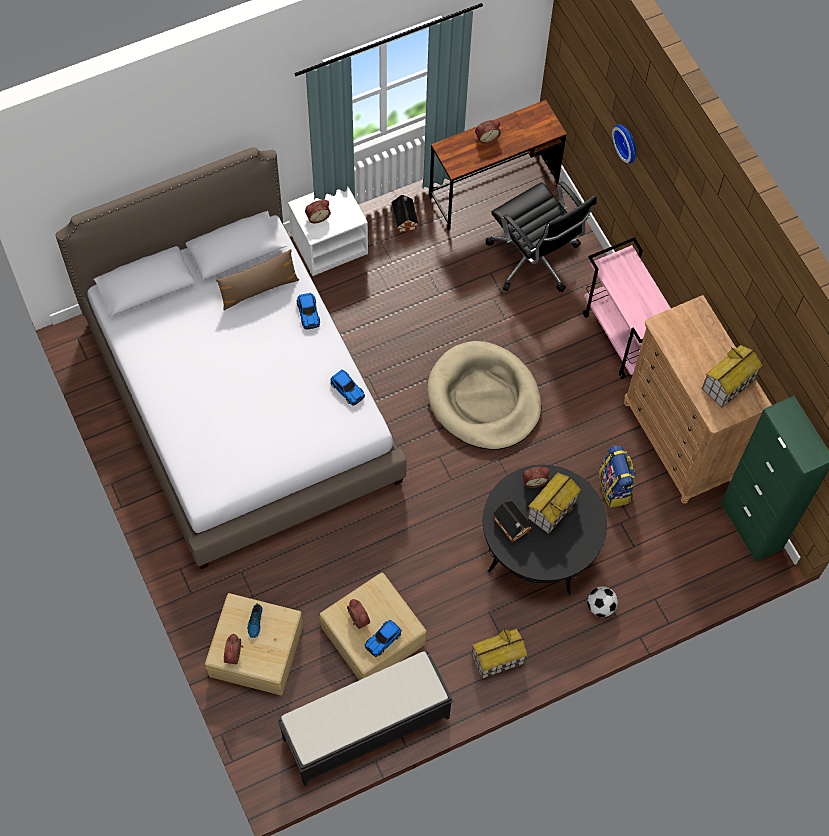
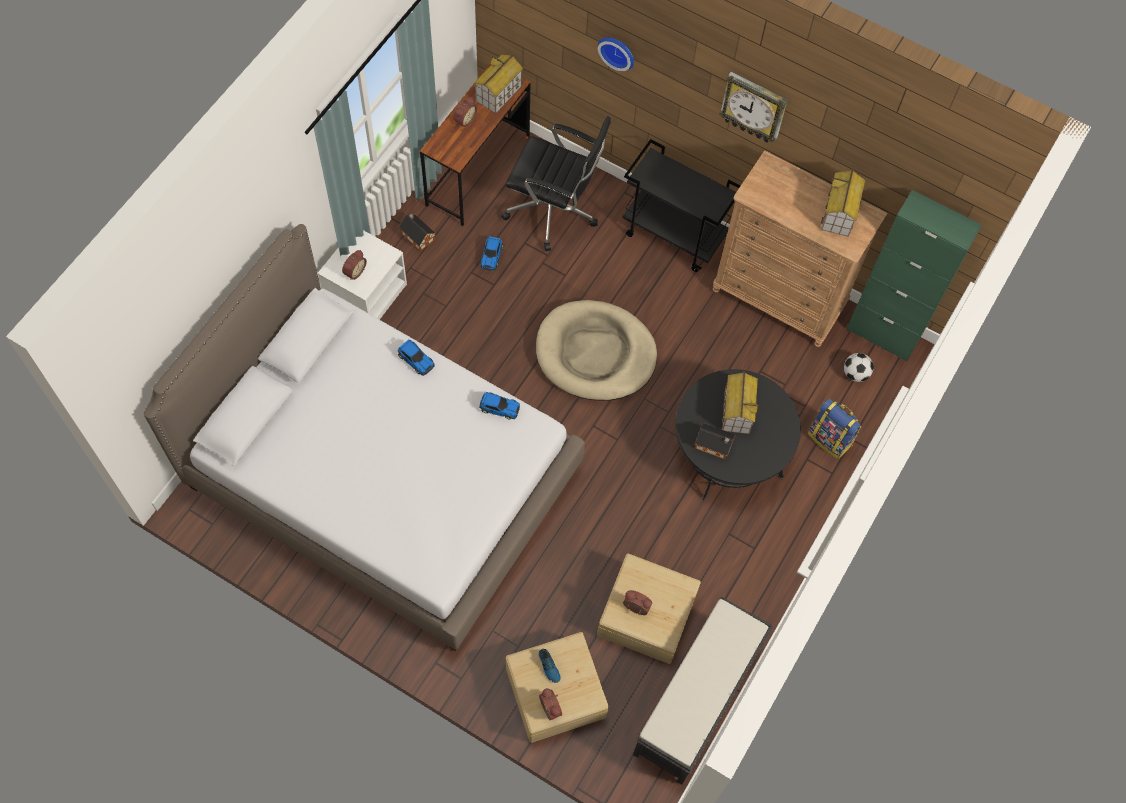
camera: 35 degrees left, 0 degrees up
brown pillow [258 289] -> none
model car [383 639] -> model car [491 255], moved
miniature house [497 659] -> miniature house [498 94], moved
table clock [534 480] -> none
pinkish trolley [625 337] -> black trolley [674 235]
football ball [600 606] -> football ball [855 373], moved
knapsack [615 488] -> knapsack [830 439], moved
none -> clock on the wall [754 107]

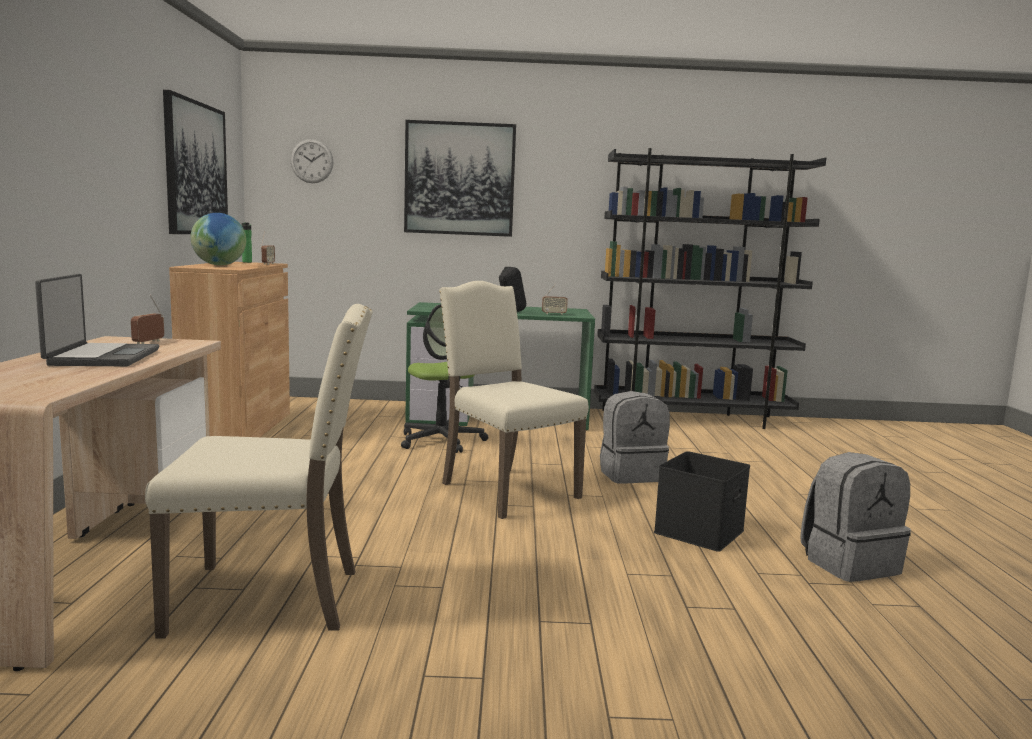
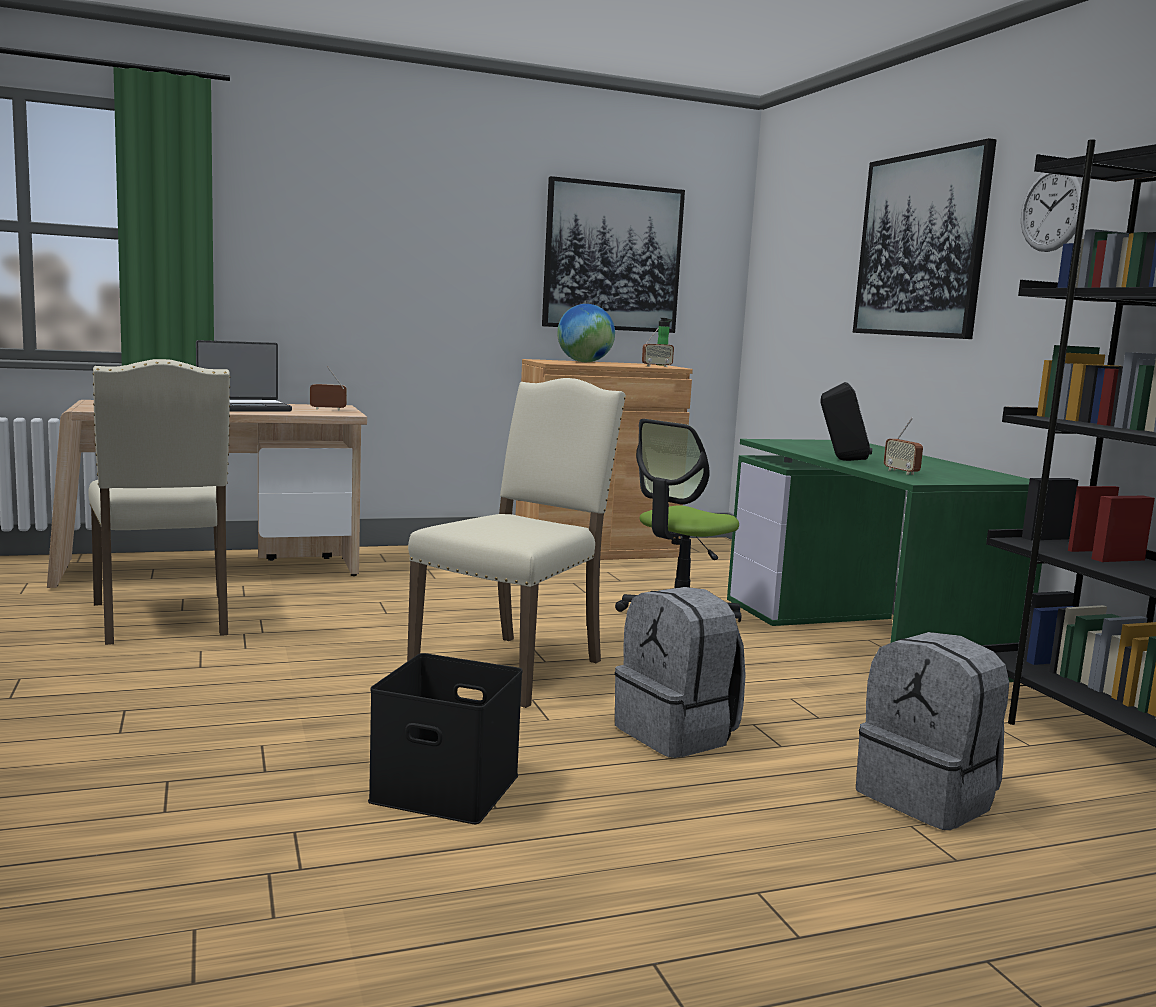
camera: 70 degrees right, 0 degrees up
clock on the wall [312 161] -> clock on the wall [1052 209], moved
greyish knapsack [849 563] -> greyish knapsack [928 798], moved

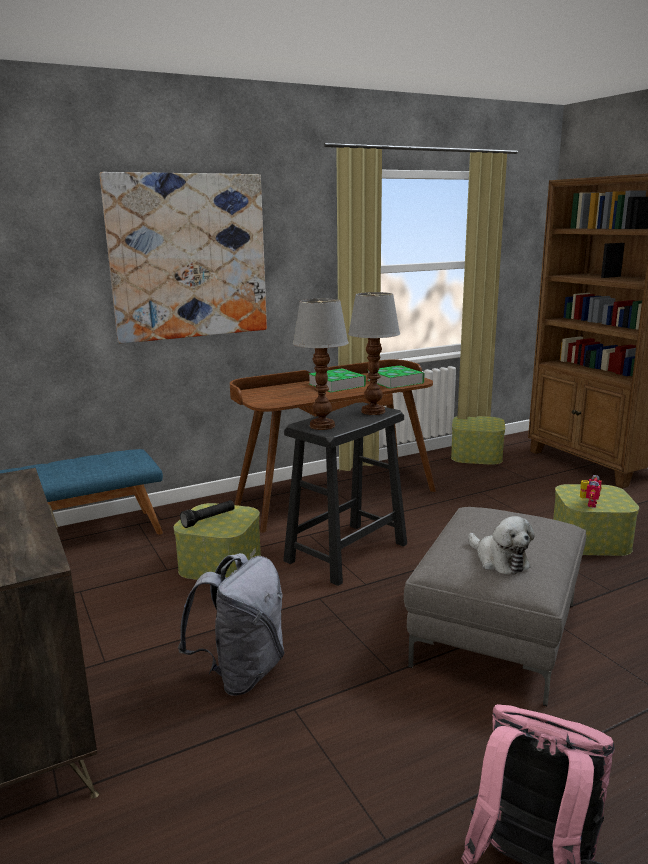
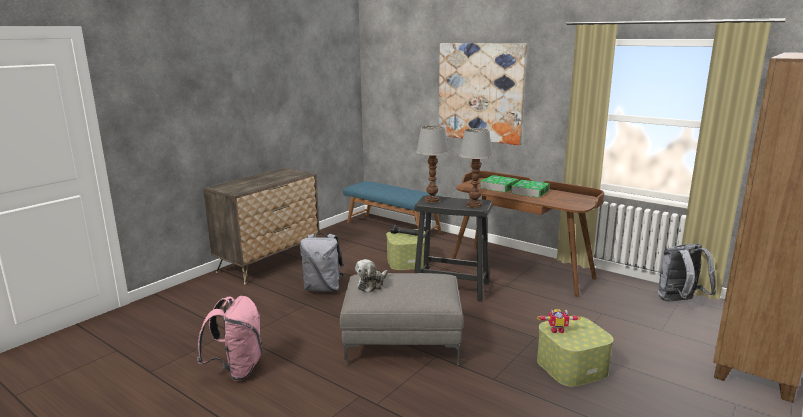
camera: 65 degrees right, 0 degrees up
bound book [395 381] -> bound book [499 187], moved
storage bin [476 455] -> greyish knapsack [680 301]

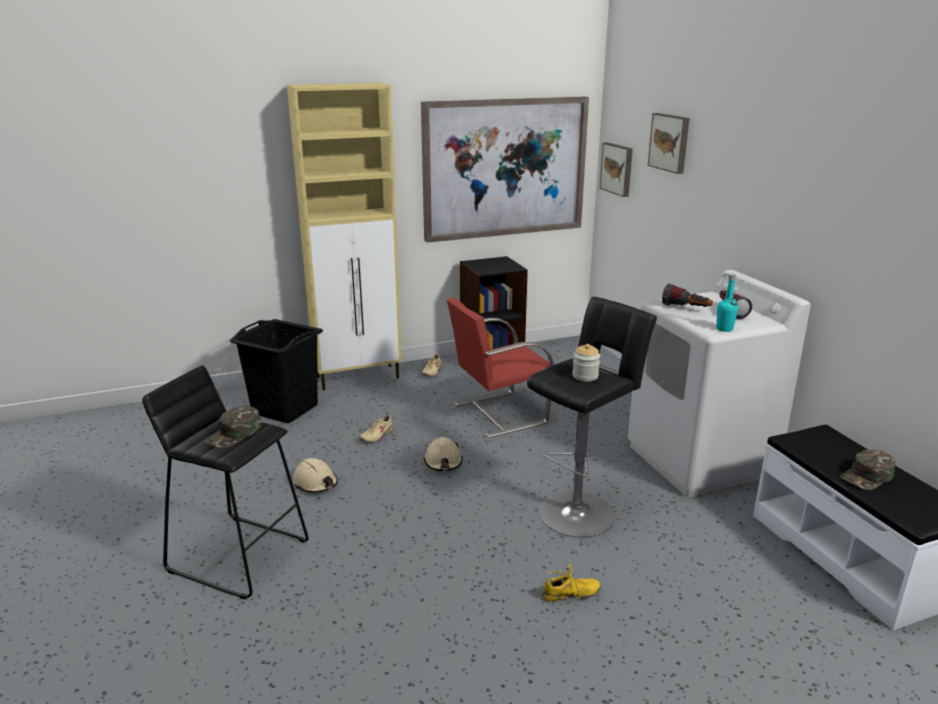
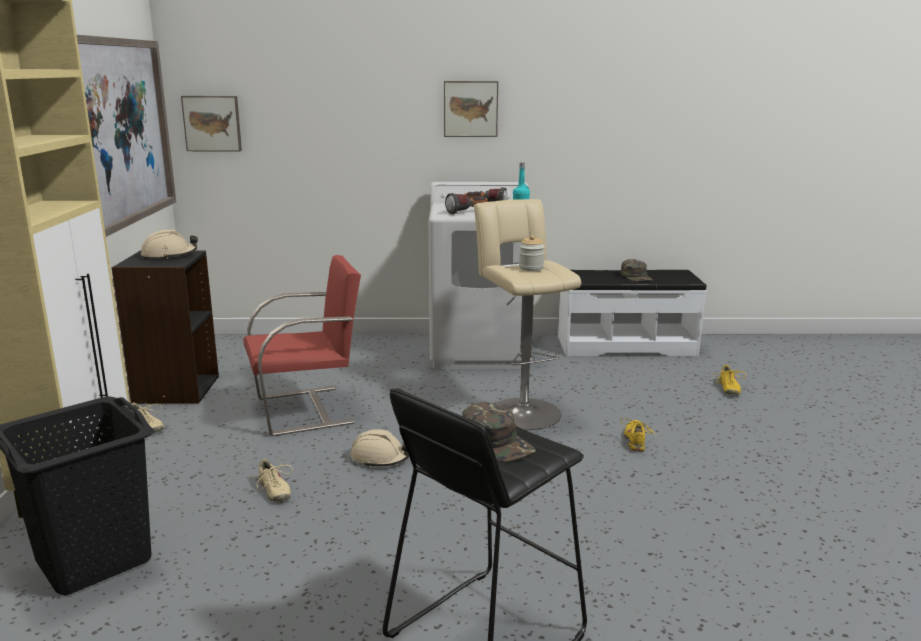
camera: 70 degrees left, 5 degrees down
beige-coloured work helmet [315 483] -> beige-coloured work helmet [169 256], moved
red-coloured plain chair [498 413] -> red-coloured plain chair [307 410], 105 degrees counterclockwise
black stool seat [580 511] -> beige-coloured stool seat [520 411]
wall art [670 142] -> wall art [470 109], moved
none -> yellow low shoe [728 388]

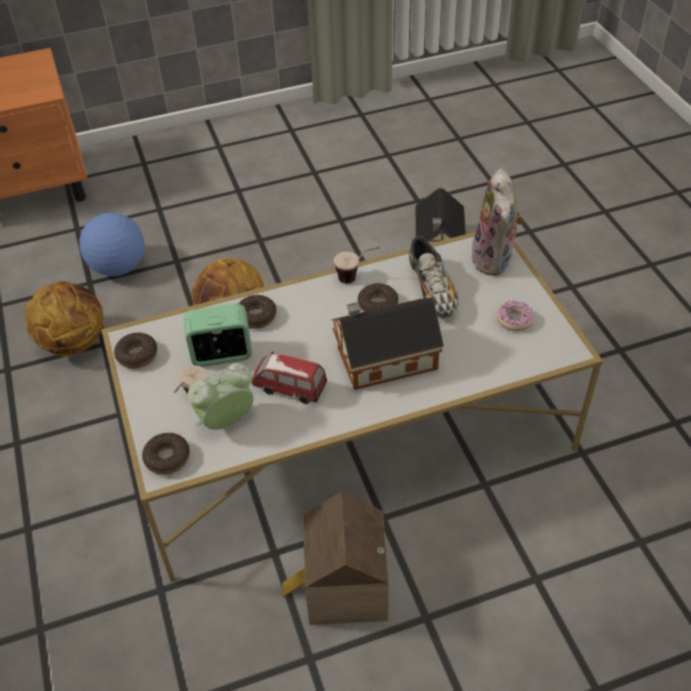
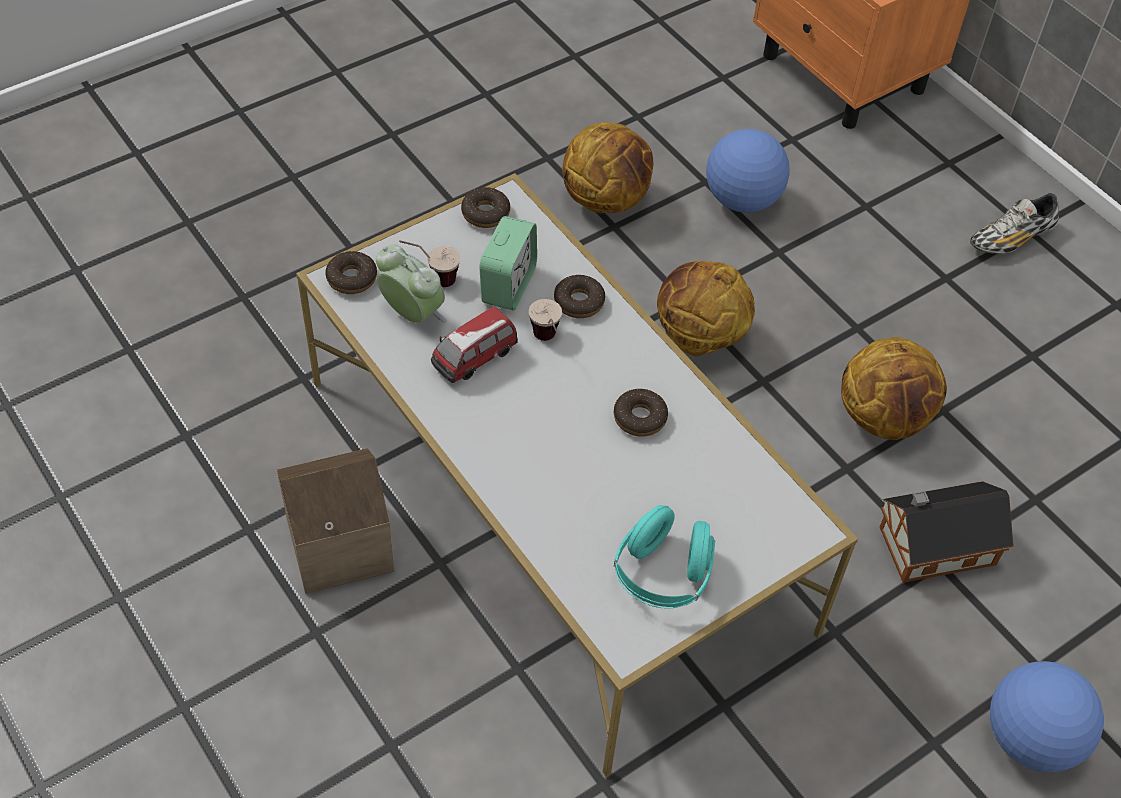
camera: 70 degrees right, 5 degrees up
table clock [222 354] -> table clock [508 286], 45 degrees clockwise
model car [289 388] -> model car [474 359], 135 degrees counterclockwise
miniature house [382 359] -> none
drinking cup [357 278] -> drinking cup [547 343], moved
low shoe [432 291] -> low shoe [1011 239], moved
plush toy [495 260] -> none
ring doughnut [514 320] -> blue-green pair of headphones [663 575]
none -> ball for basketball [884 418]
none -> football ball [1031 739]

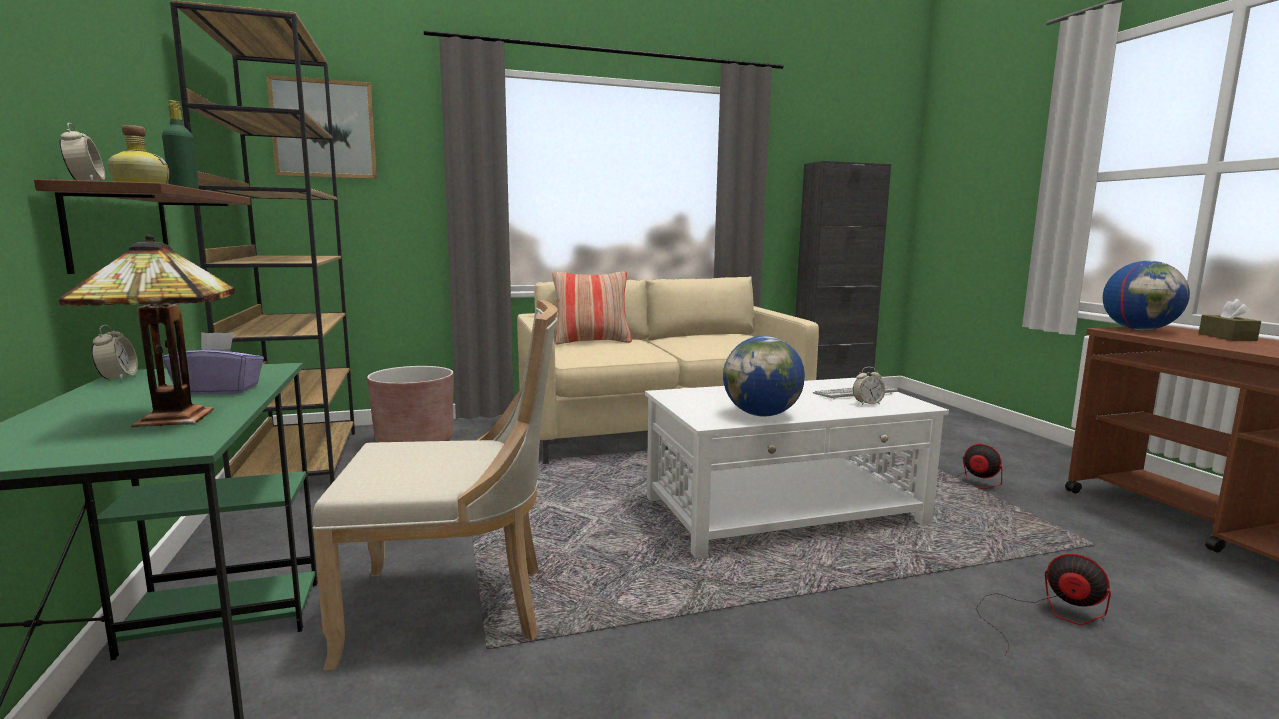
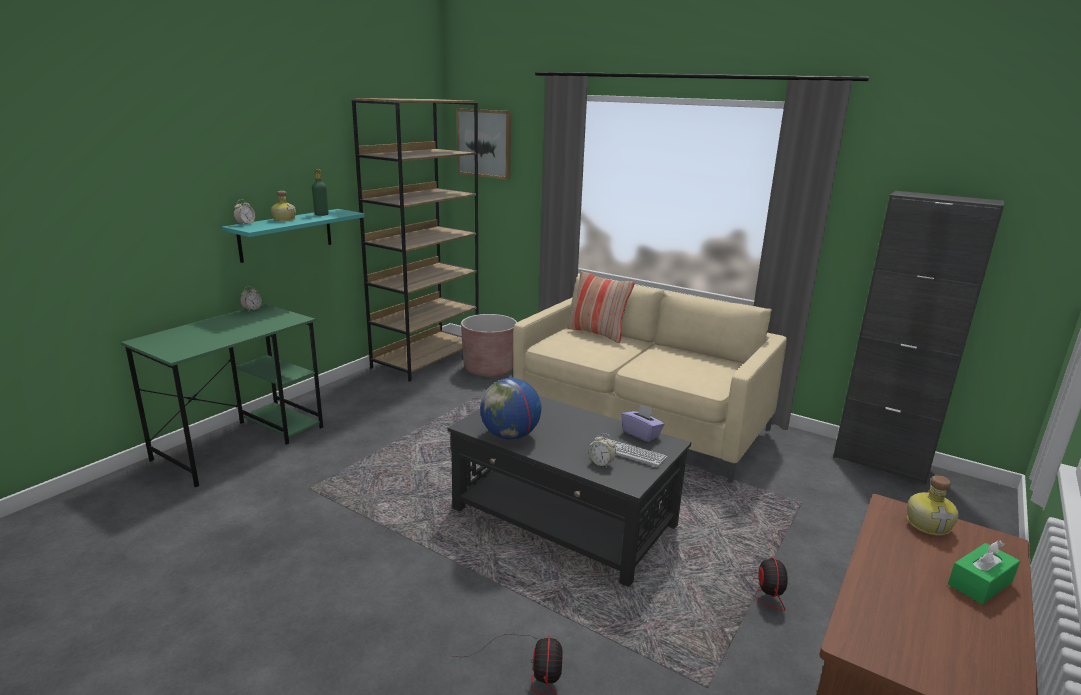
camera: 50 degrees right, 10 degrees up
brown bracket shelf [120 228] -> blue-green bracket shelf [286 235]
table lamp [167 420] -> none
purplish tissue box [219 390] -> purplish tissue box [641 434], moved
beige-coloured plain chair [455 608] -> none
white coffee table [785 511] -> black coffee table [564 518]
world globe [1139 329] -> bottle [929 524]
brown tissue box [1227 337] -> green tissue box [980 583]

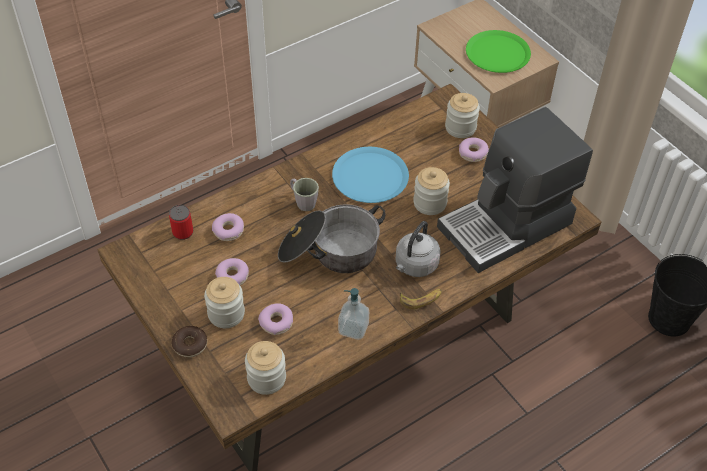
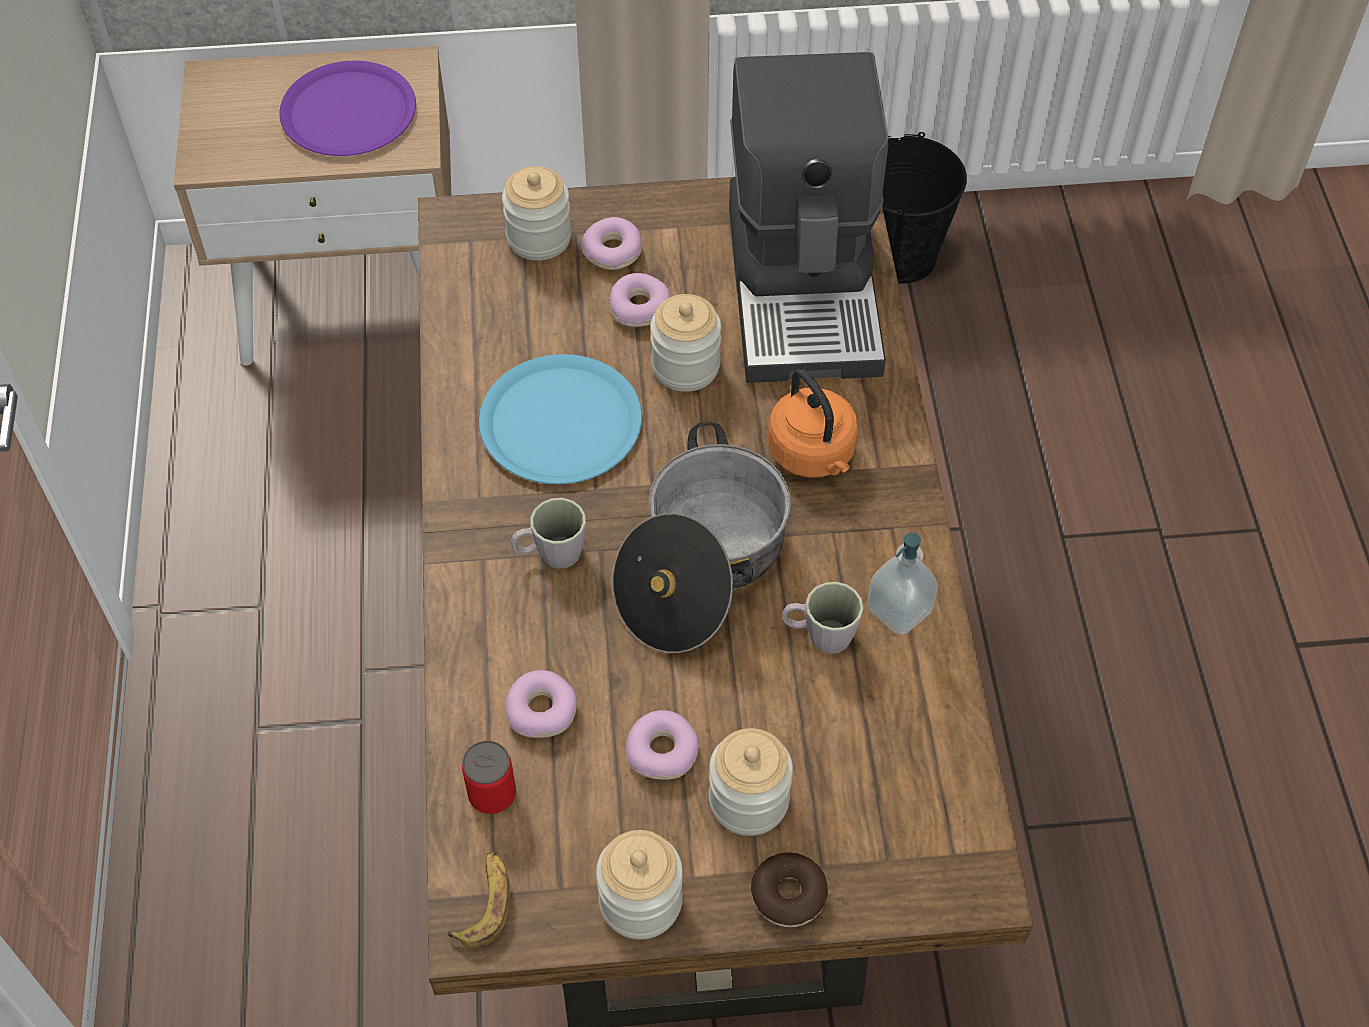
camera: 60 degrees left, 5 degrees up
storage jar [266 378] -> storage jar [640 902], moved
ring doughnut [276 322] -> ring doughnut [640 307], moved
greyish tea kettle [415 266] -> orange tea kettle [813 455]
banana fruit [421 299] -> banana fruit [484 903], moved
green plate [498 53] -> purplish plate [349 111]
none -> greyish coffee mug [819 635]

